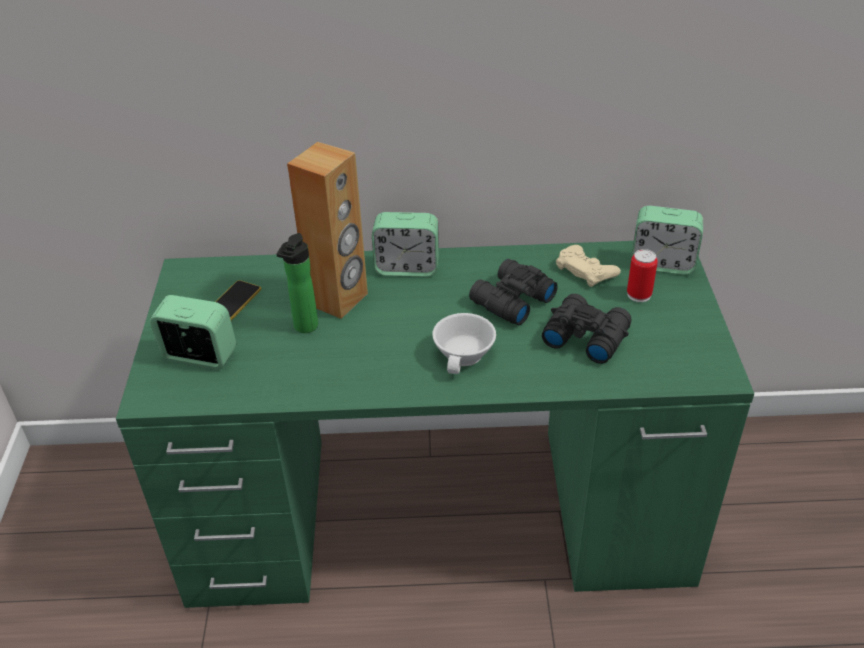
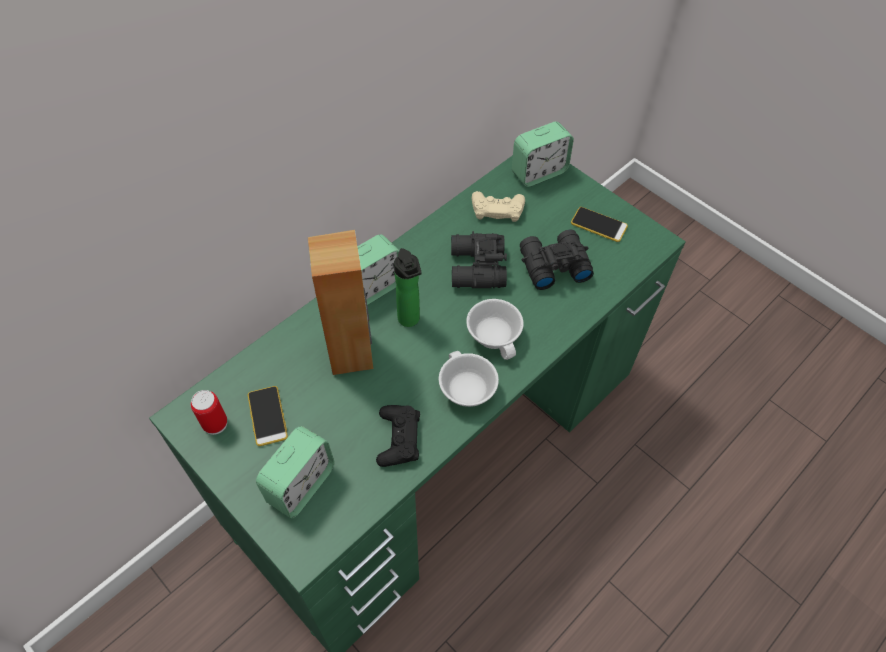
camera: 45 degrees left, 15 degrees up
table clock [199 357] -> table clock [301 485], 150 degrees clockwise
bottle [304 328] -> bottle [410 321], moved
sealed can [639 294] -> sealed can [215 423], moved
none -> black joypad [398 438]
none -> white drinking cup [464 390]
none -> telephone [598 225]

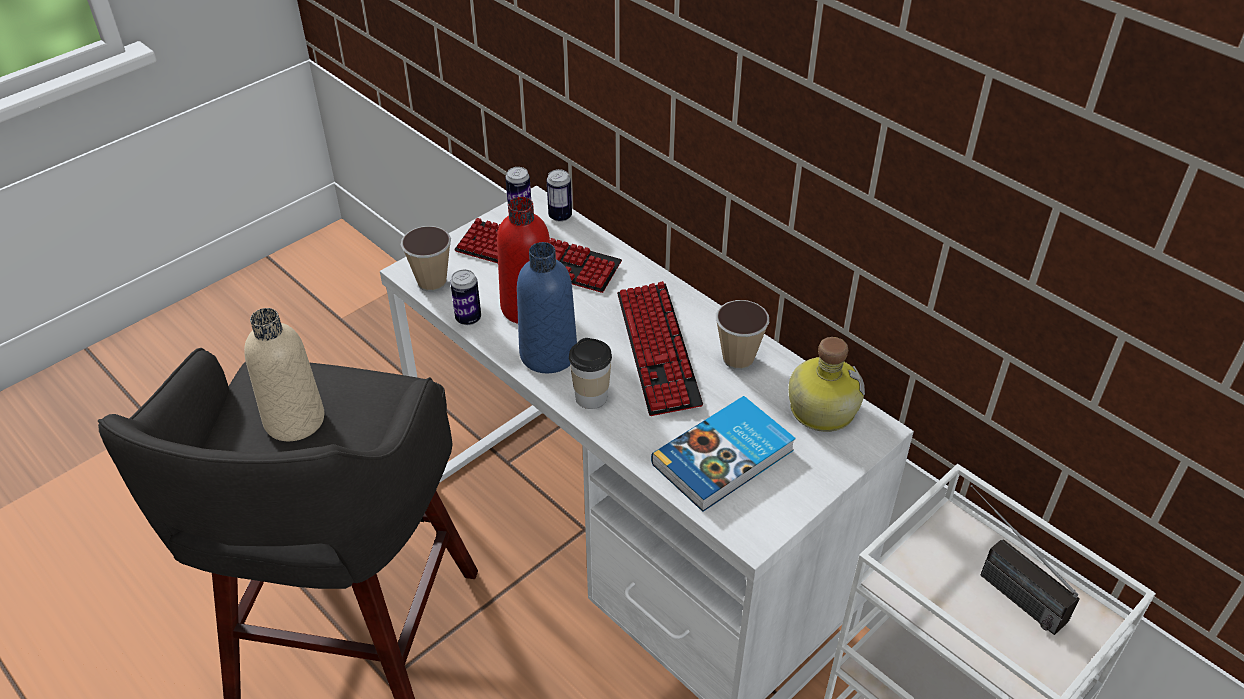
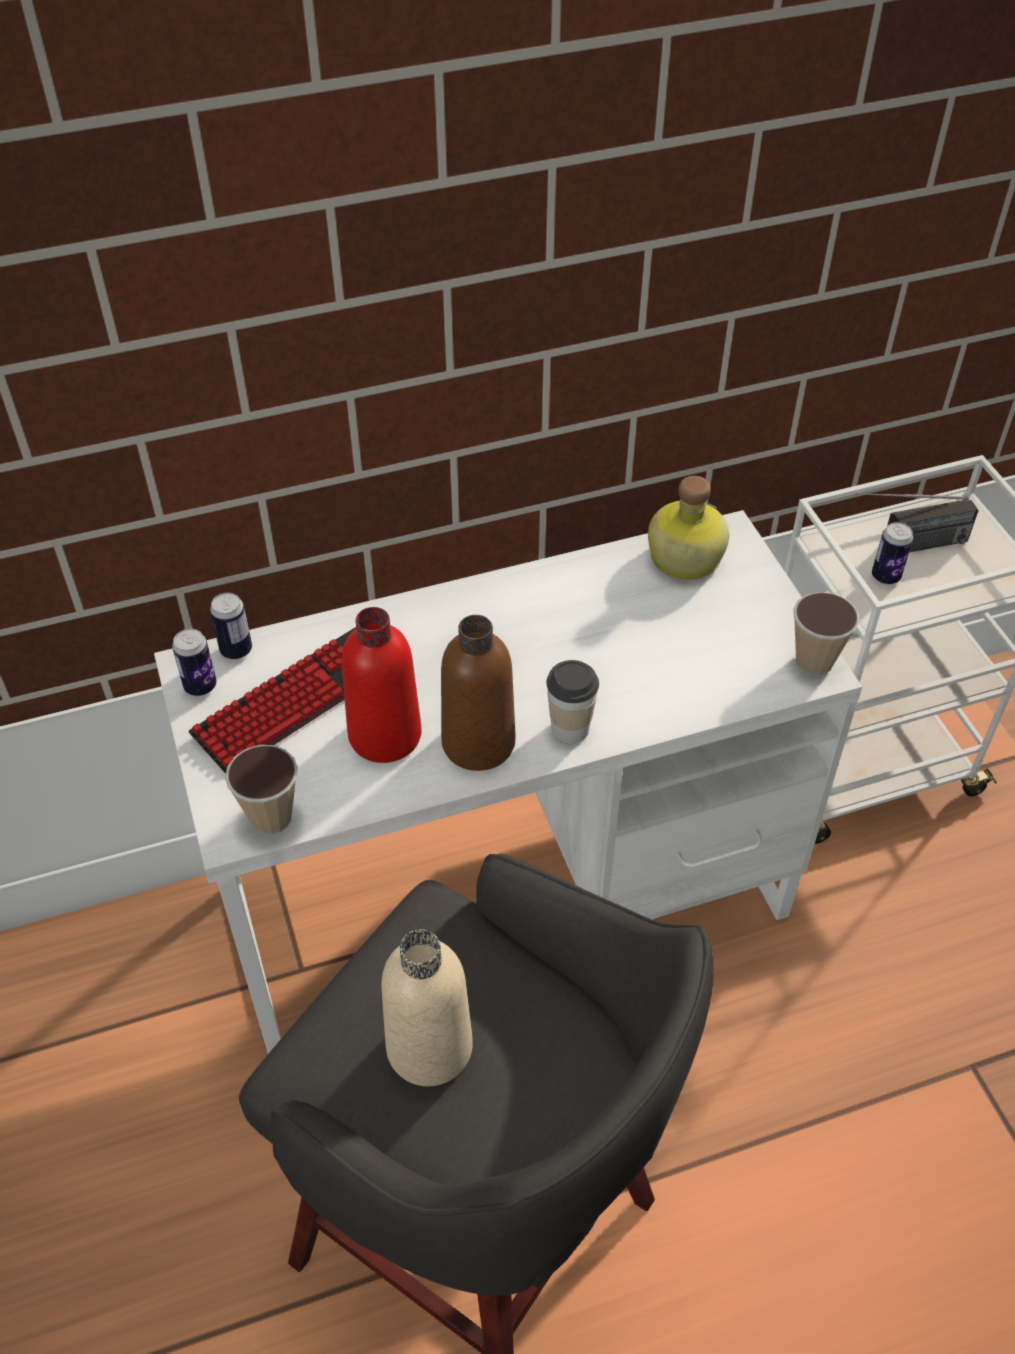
camera: 65 degrees left, 5 degrees up
sealed can [468 318] -> sealed can [885 576], moved
blue-coloured bottle [548 354] -> brown bottle [478 743]
PC keyboard [657 349] -> none
bound book [725 458] -> none
drinking cup [738 359] -> drinking cup [814 661], moved

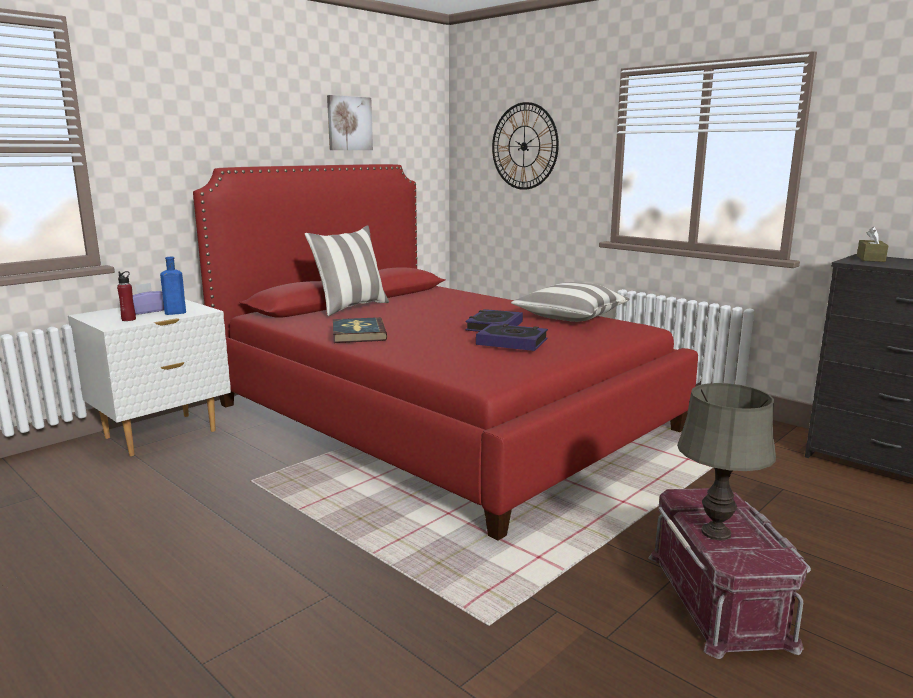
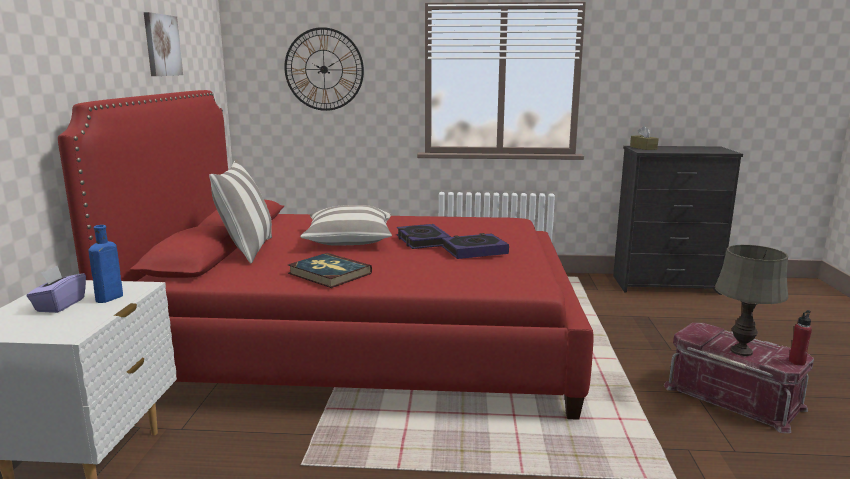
camera: 40 degrees left, 0 degrees up
red-coloured bottle [129 319] -> red-coloured bottle [797 362], moved
pillow [570 317] -> pillow [349 240], moved

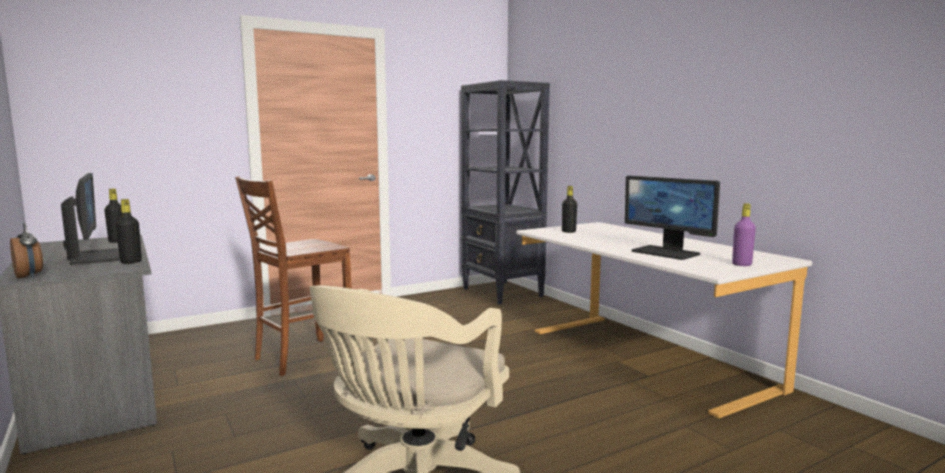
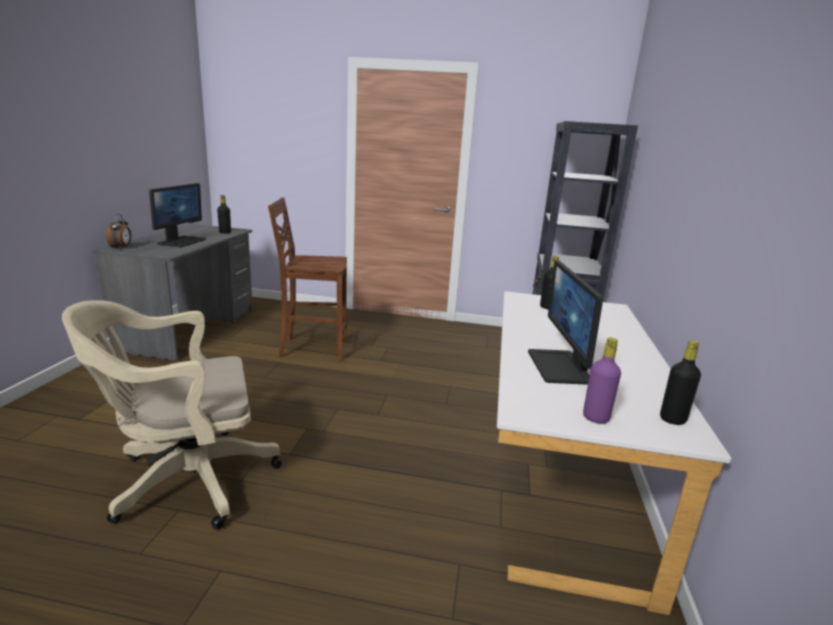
camera: 40 degrees right, 10 degrees up
black bottle [131 262] -> black bottle [672 419], moved

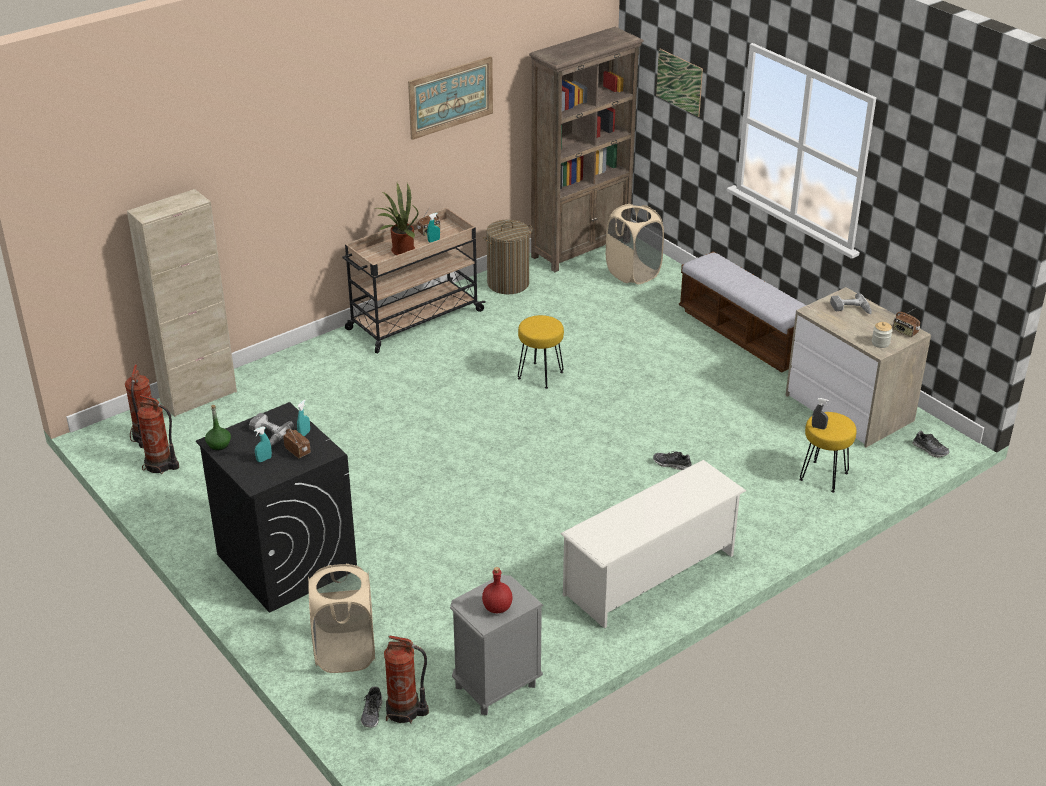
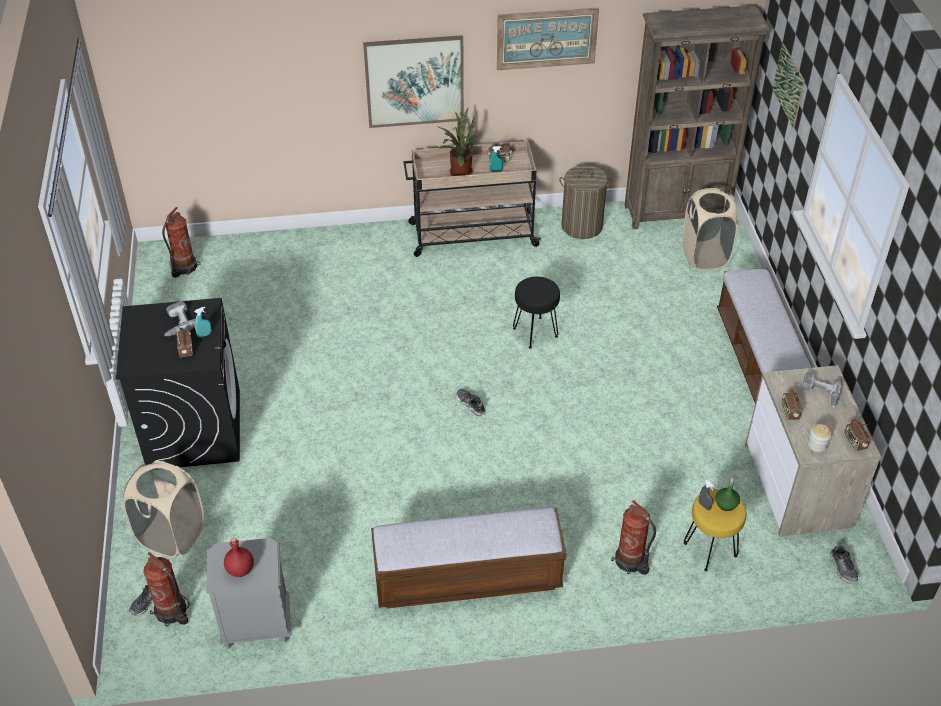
camera: 30 degrees right, 10 degrees up
beige-coloured cabinet [199 397] -> none
fire extinguisher [160 465] -> fire extinguisher [630 561], moved
green bottle [219 444] -> green bottle [726 504], moved
blue-green hand sprayer [264 459] -> none
yellow stool seat [540 375] -> black stool seat [534 332]
white shoe shelf [650 575] -> long seat [467 579]
low shoe [672 464] -> low shoe [470 405], moved
none -> wall art [414 81]
none -> radio [789 412]

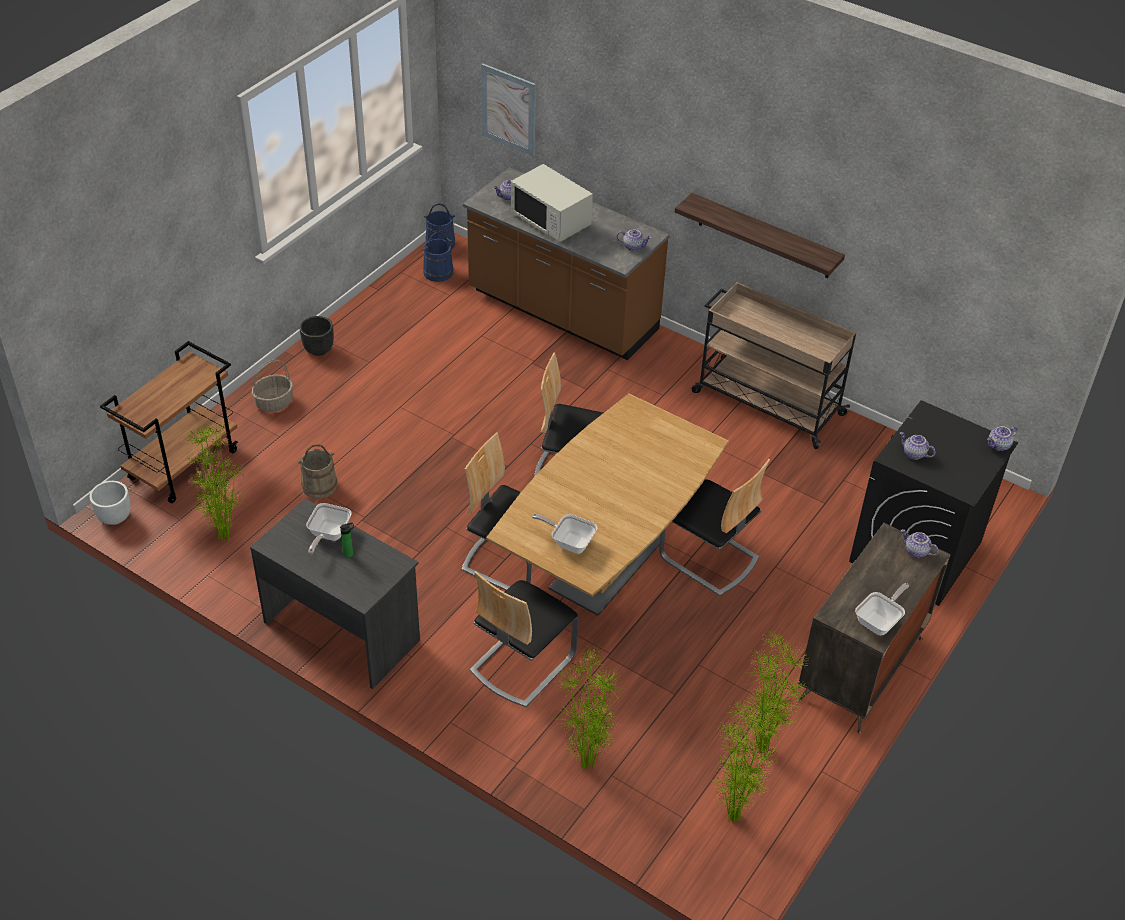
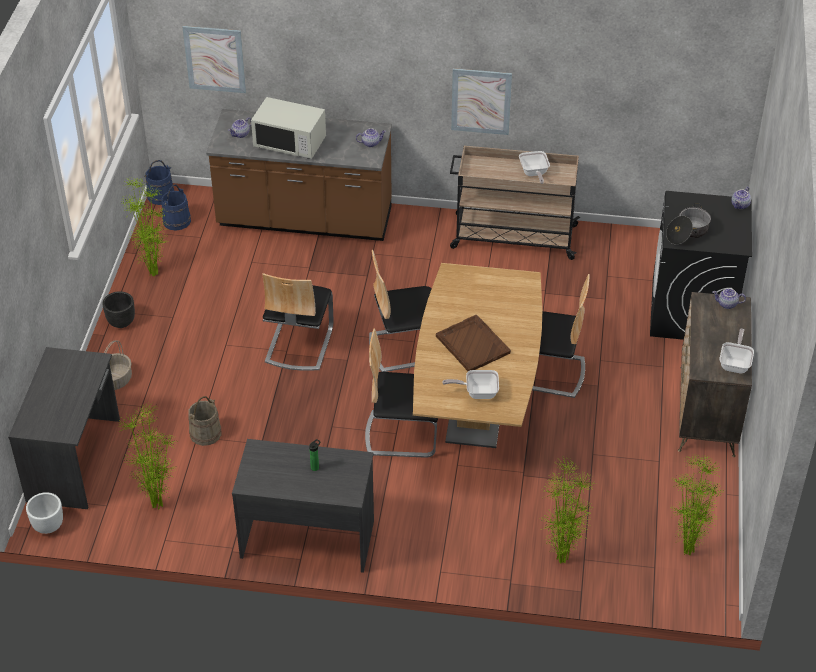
camera: 25 degrees left, 0 degrees up
brown trolley [184 464] -> greyish desk unit [75 459]
skillet [328 535] -> skillet [534 174], moved
plain chair [522 663] -> plain chair [298 344], moved
bracket shelf [764 236] -> wall art [481 101]
potted plant [759 747] -> potted plant [152 273], moved
pot for tea [913 454] -> saucepot [687 232]
none -> brown tray [472 344]

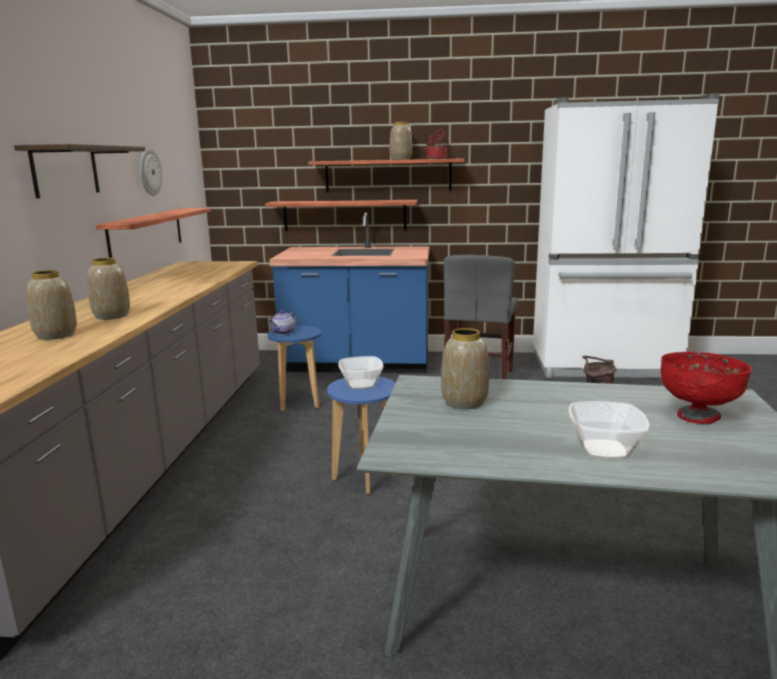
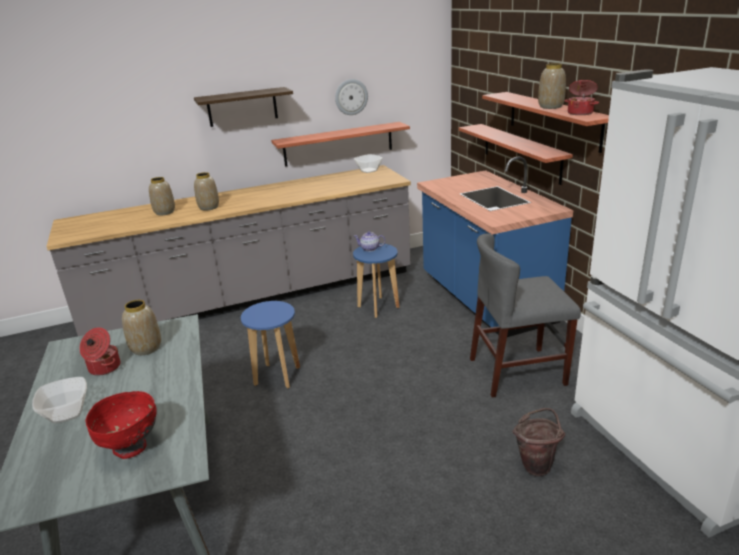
camera: 65 degrees right, 10 degrees up
bowl [360 385] -> bowl [368 170], moved
none -> saucepot [104 368]

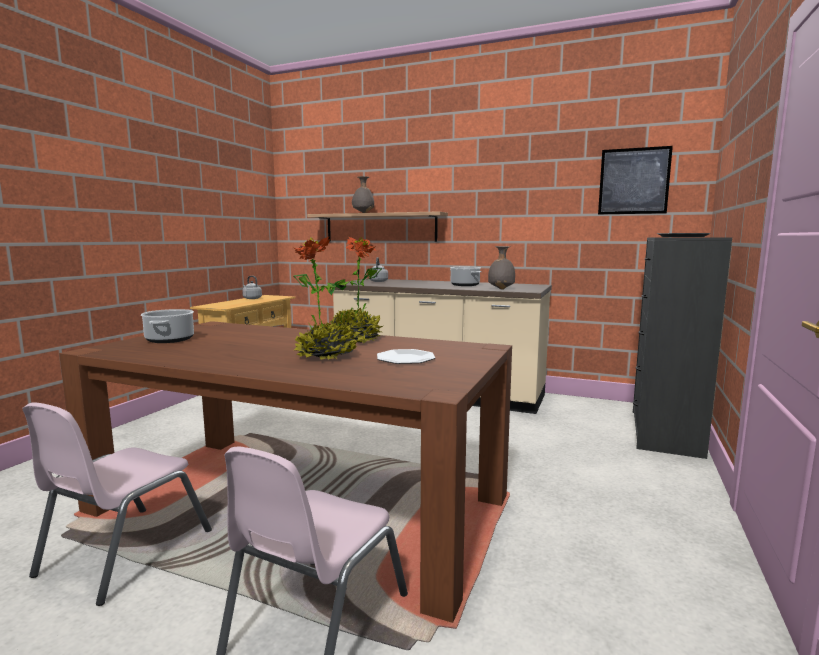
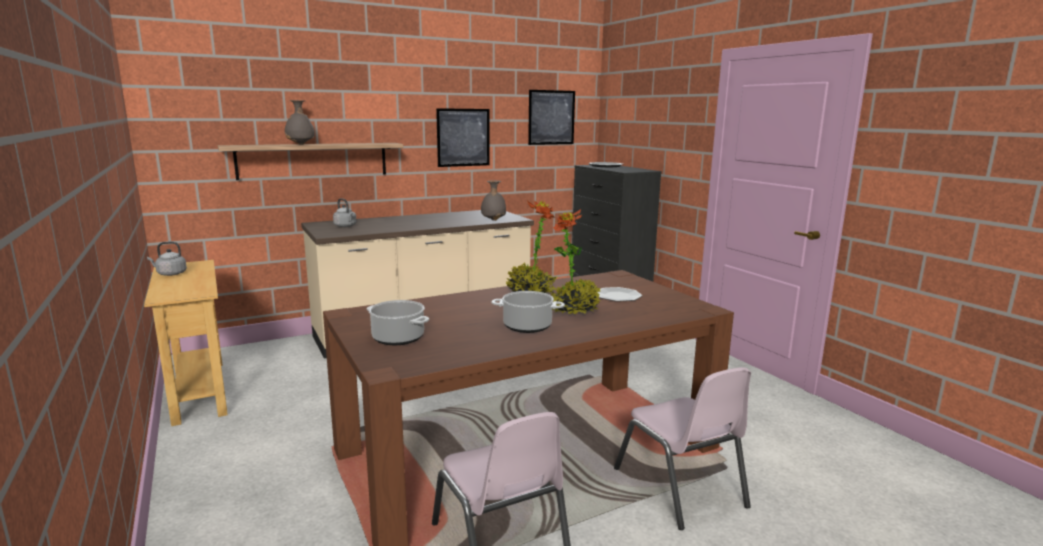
camera: 50 degrees left, 5 degrees up
saucepot [465 285] -> saucepot [528 326], moved
none -> wall art [463 137]

